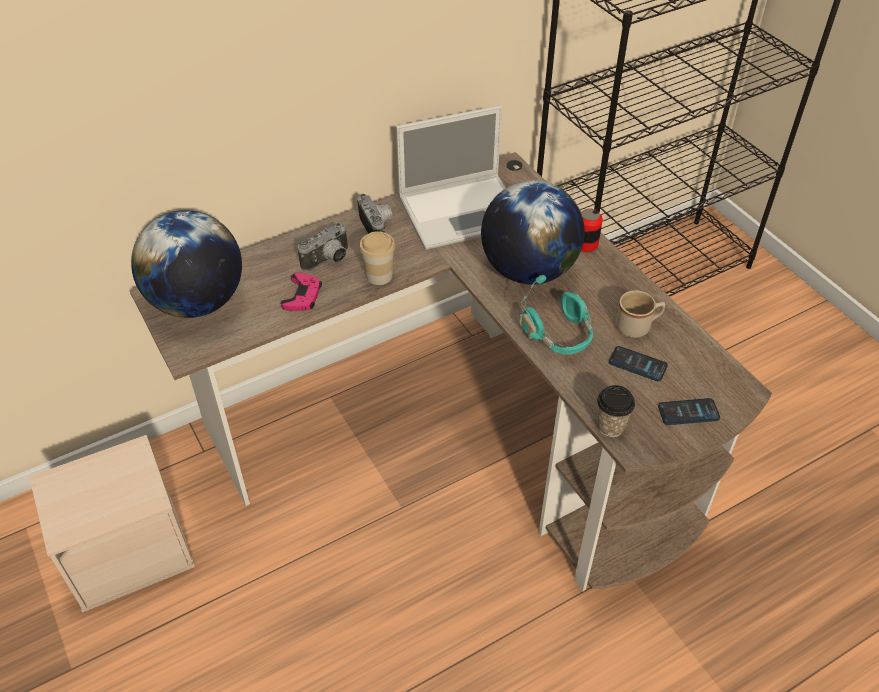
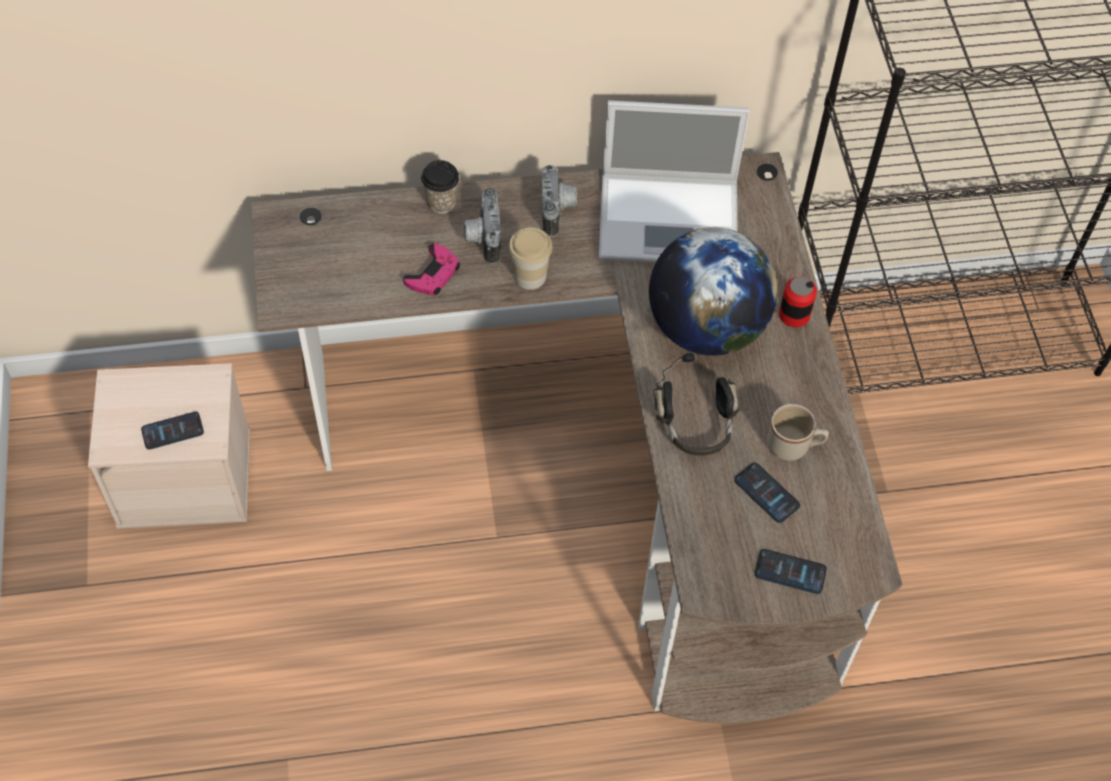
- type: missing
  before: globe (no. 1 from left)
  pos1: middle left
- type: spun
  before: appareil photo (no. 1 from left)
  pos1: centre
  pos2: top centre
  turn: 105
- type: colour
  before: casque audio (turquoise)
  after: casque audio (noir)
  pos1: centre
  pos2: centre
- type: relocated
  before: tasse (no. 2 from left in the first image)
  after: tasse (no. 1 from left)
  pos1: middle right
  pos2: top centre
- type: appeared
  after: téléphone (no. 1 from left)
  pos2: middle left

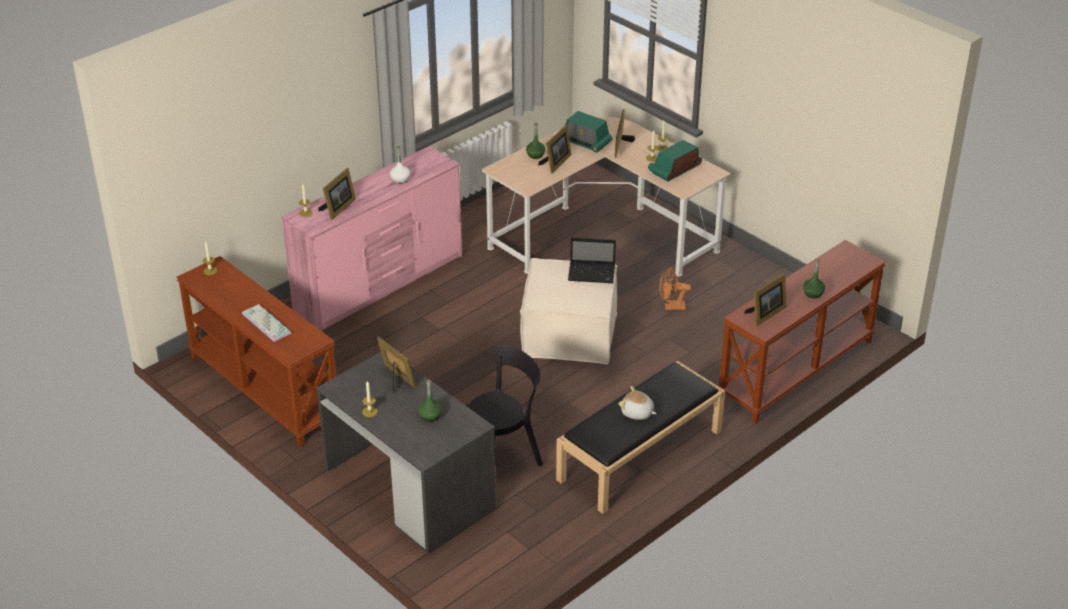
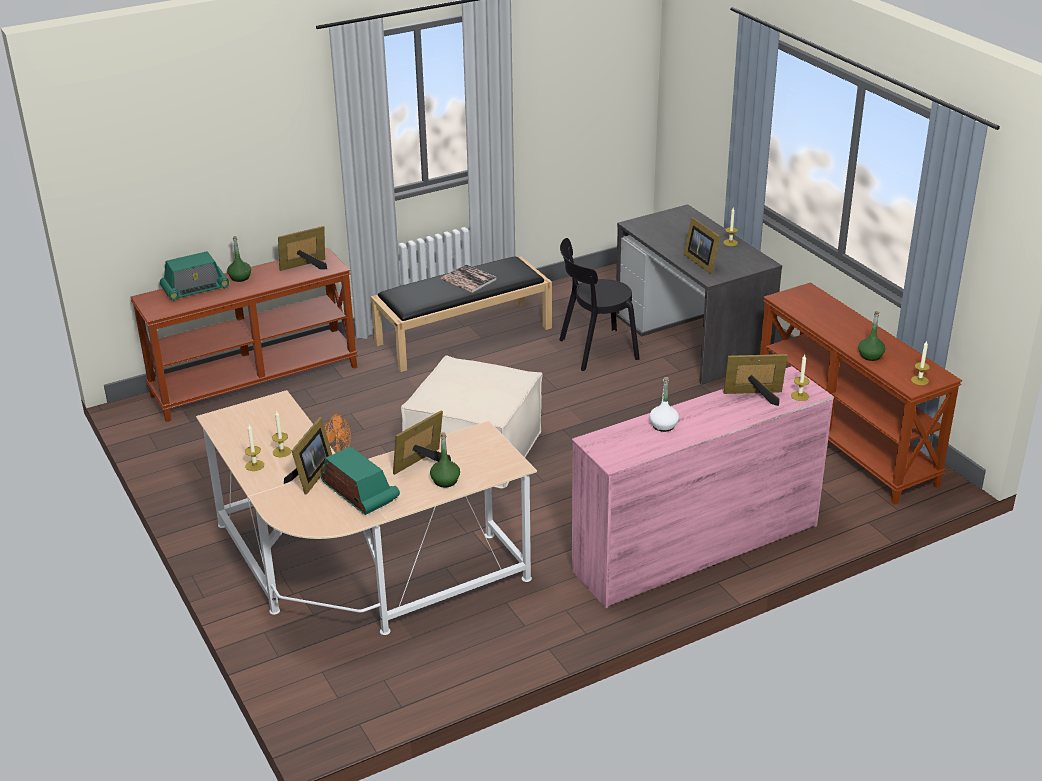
- type: missing
  before: clavier
  pos1: middle left
- type: spun
  before: cadre photo (no. 1 from left in the first image)
  pos1: top left
  pos2: middle right
  turn: 45
- type: relocated
  before: bouteille (vert) (no. 1 from left in the first image)
  after: bouteille (vert) (no. 3 from left)
  pos1: centre
  pos2: middle right
- type: missing
  before: ordinateur portable
  pos1: centre
- type: exchanged
  before: peluche
  after: livre
  pos1: centre
  pos2: centre
- type: relocated
  before: radio (no. 2 from left in the first image)
  after: radio (no. 1 from left)
  pos1: top centre
  pos2: middle left

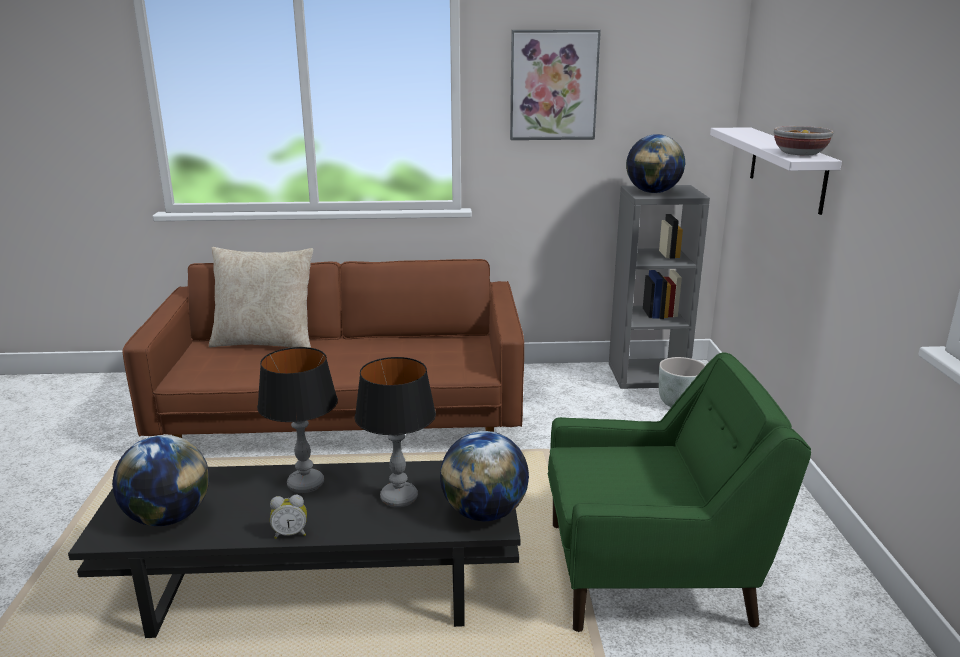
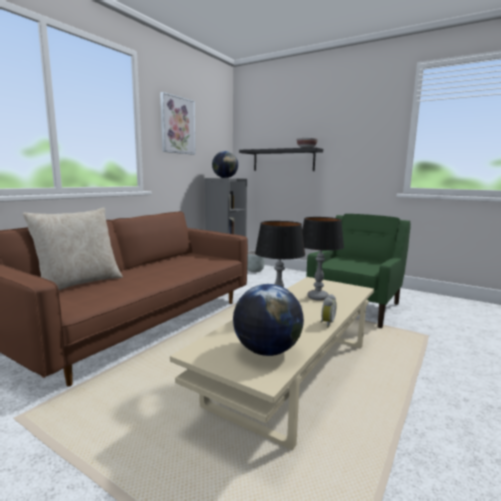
- type: colour
  before: table basse (noir)
  after: table basse (beige)
  pos1: bottom left
  pos2: bottom centre
- type: missing
  before: globe (no. 2 from left)
  pos1: bottom centre
- type: colour
  before: étagère (blanc)
  after: étagère (noir)
  pos1: top right
  pos2: top centre

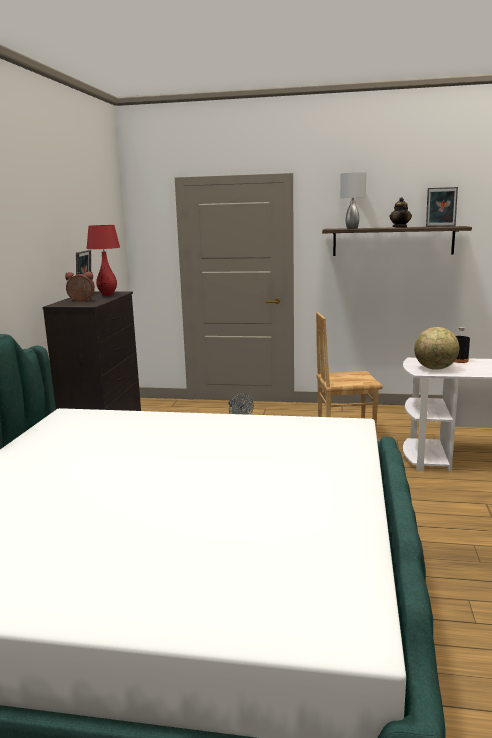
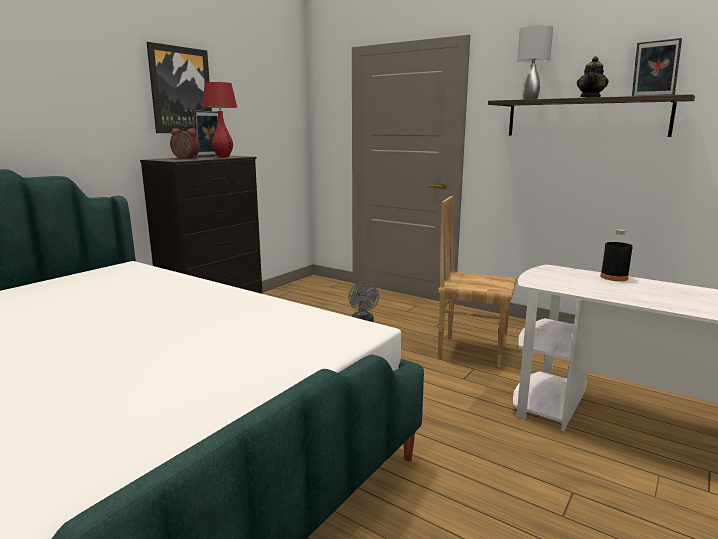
- type: missing
  before: globe
  pos1: middle right
- type: appeared
  after: tableau
  pos2: top left

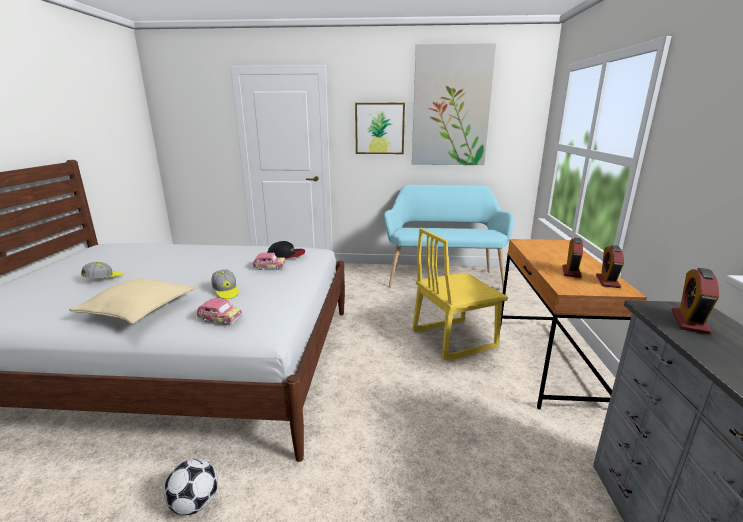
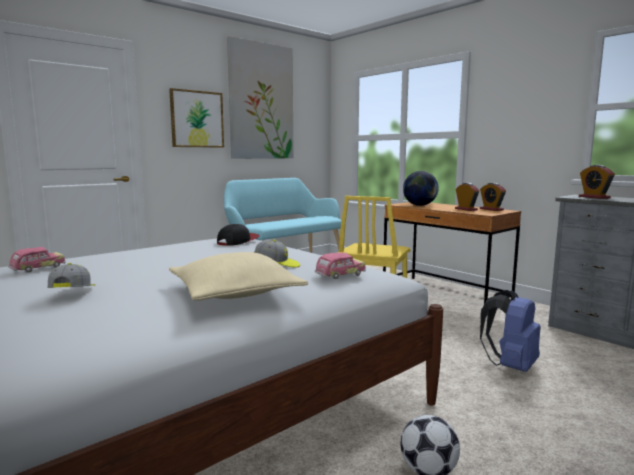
- type: relocated
  before: petite voiture (no. 2 from left in the first image)
  after: petite voiture (no. 1 from left)
  pos1: centre
  pos2: middle left
- type: appeared
  after: globe
  pos2: centre
- type: appeared
  after: sac à dos (bleu)
  pos2: bottom right

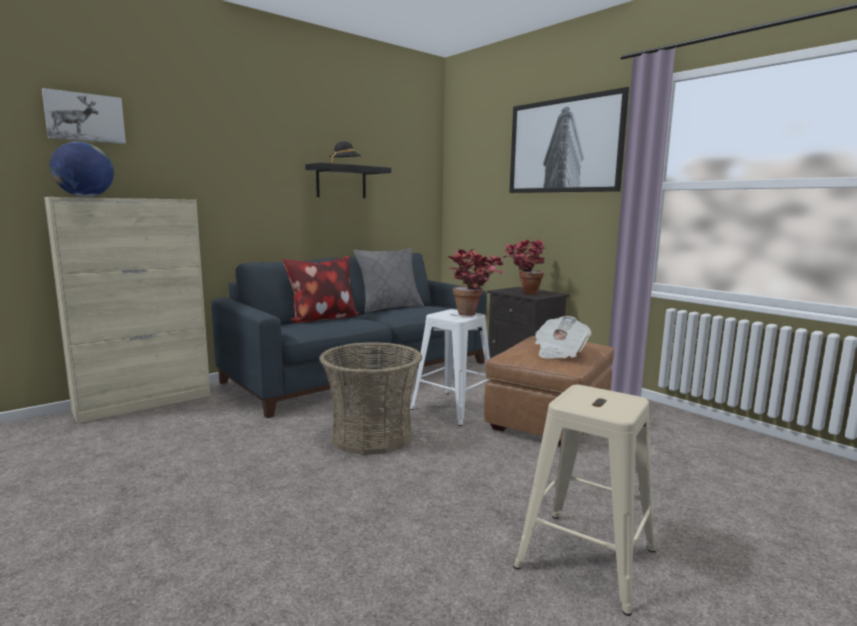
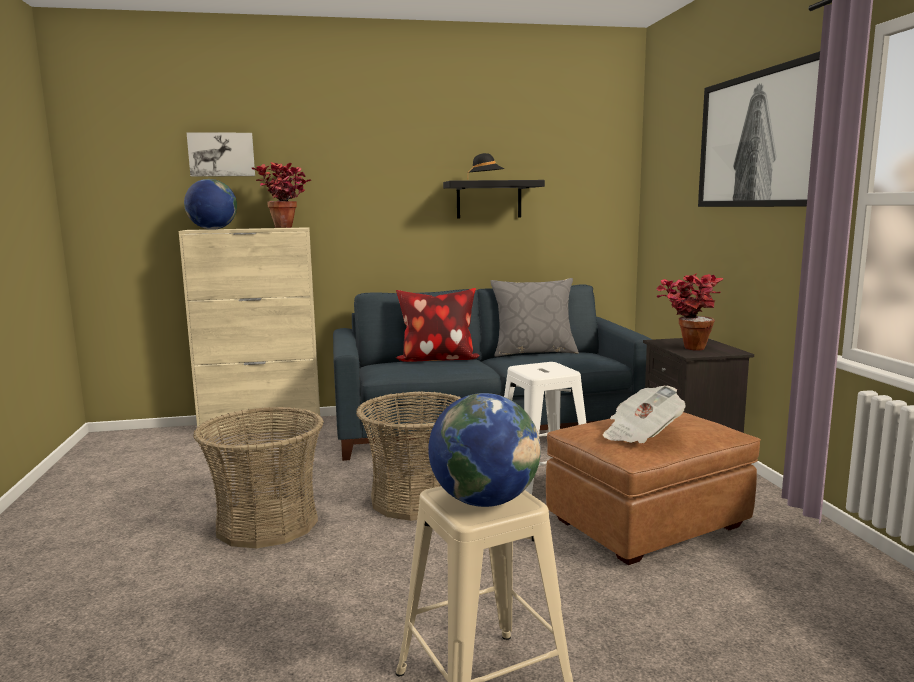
- type: relocated
  before: plante en pot (no. 1 from left)
  pos1: centre
  pos2: top left
- type: appeared
  after: panier (no. 1 from left)
  pos2: bottom left
- type: appeared
  after: globe (no. 2 from left)
  pos2: centre

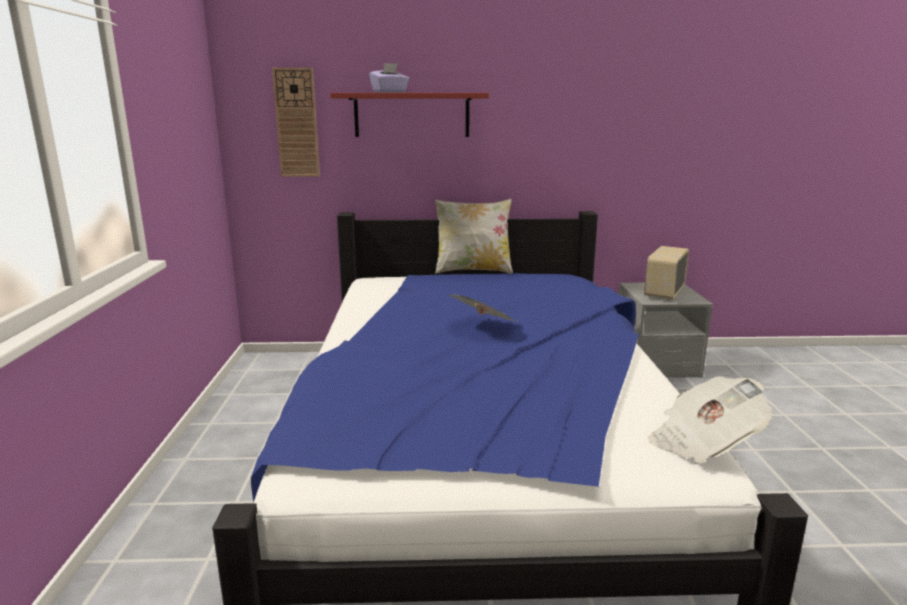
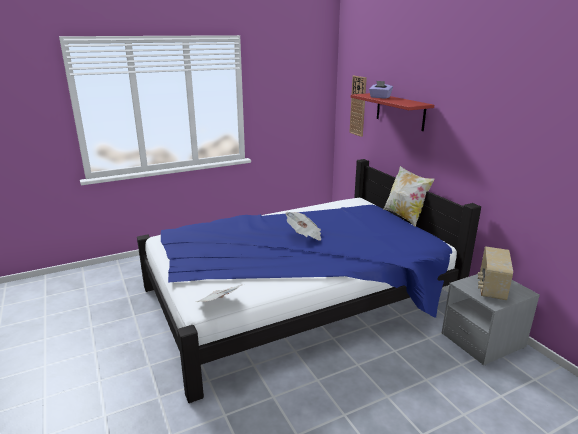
- type: spun
  before: radio
  pos1: middle right
  pos2: middle right
  turn: -75

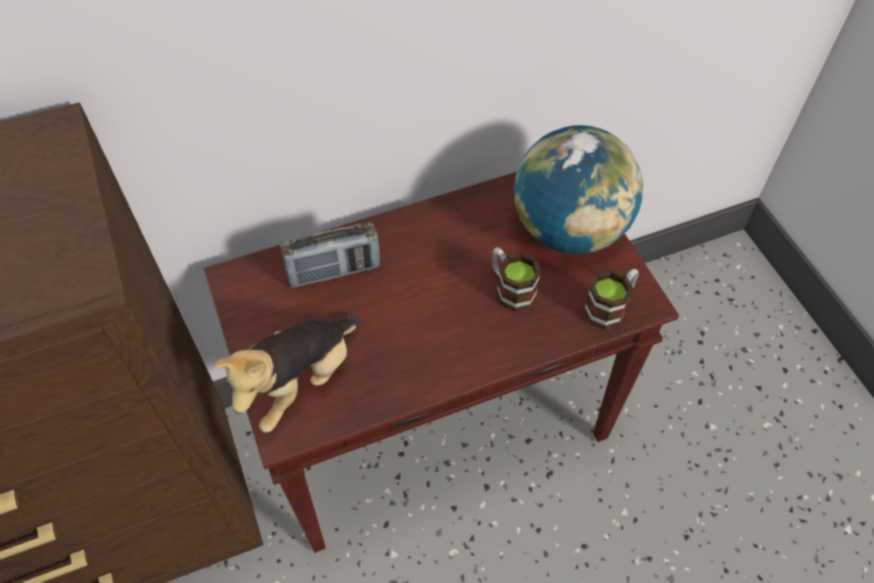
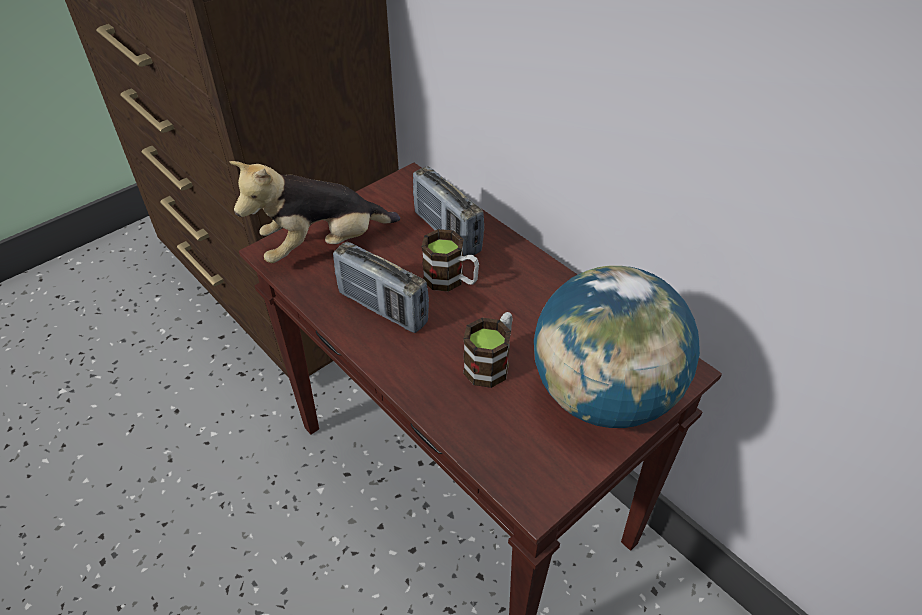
- type: spun
  before: peluche
  pos1: middle left
  pos2: centre
  turn: -45
- type: relocated
  before: mug (no. 2 from left in the first image)
  after: mug (no. 1 from left)
  pos1: middle right
  pos2: centre
- type: appeared
  after: radio (no. 1 from left)
  pos2: centre

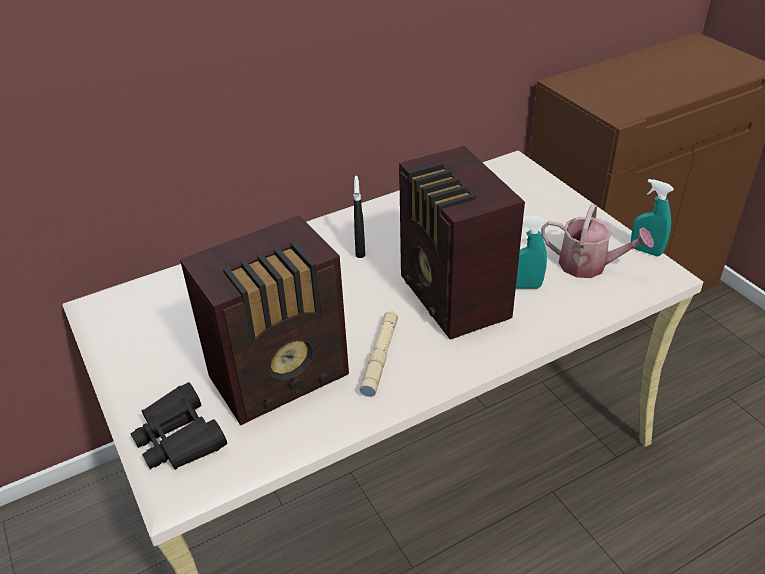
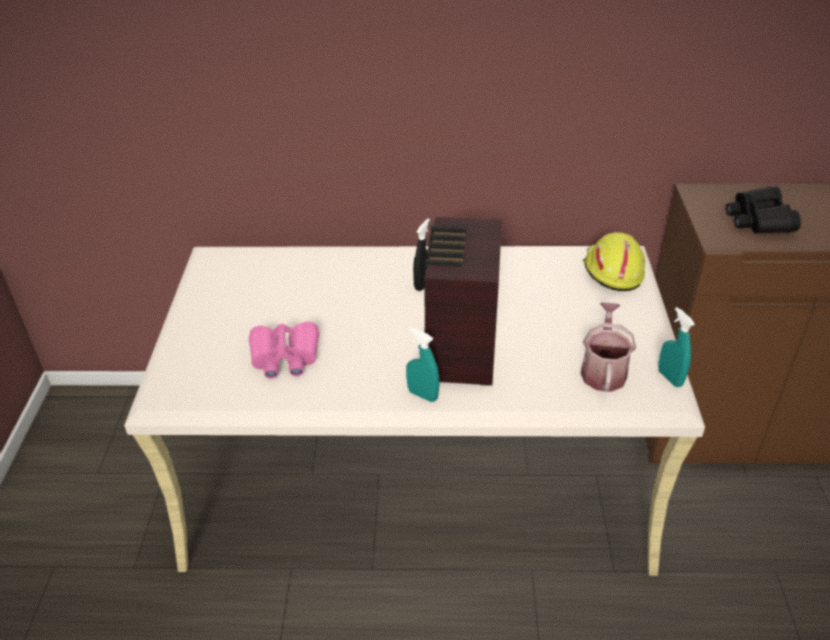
- type: relocated
  before: jumelles (noir)
  pos1: bottom left
  pos2: top right
- type: exchanged
  before: radio (no. 1 from left)
  after: jumelles (rose)
  pos1: centre
  pos2: centre
- type: missing
  before: lampe de poche (beige)
  pos1: centre
- type: relocated
  before: vaporisateur (turquoise) (no. 1 from left)
  pos1: middle right
  pos2: centre
- type: spun
  before: arrosoir
  pos1: middle right
  pos2: middle right
  turn: -135
- type: appeared
  after: casque de chantier (jaune)
  pos2: middle right

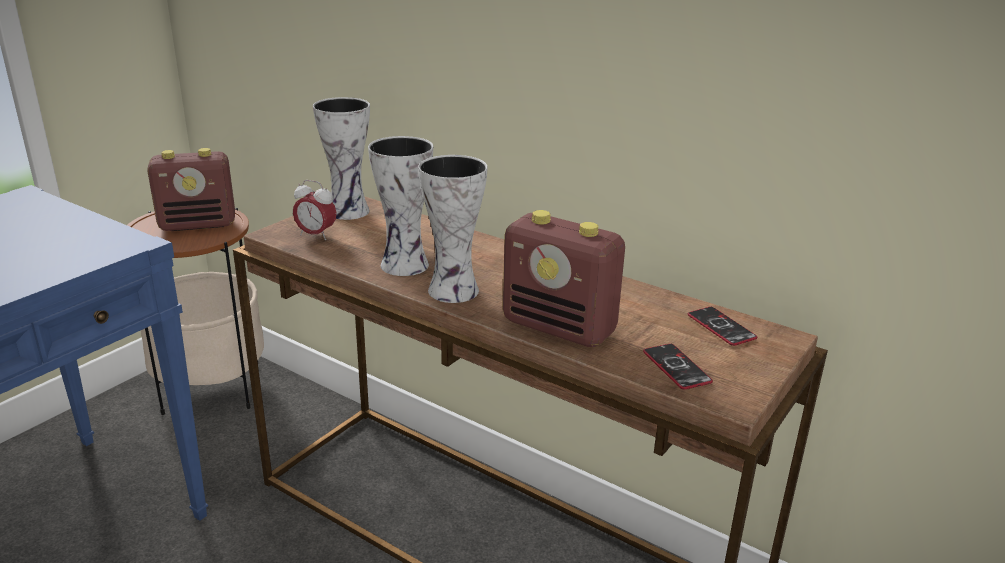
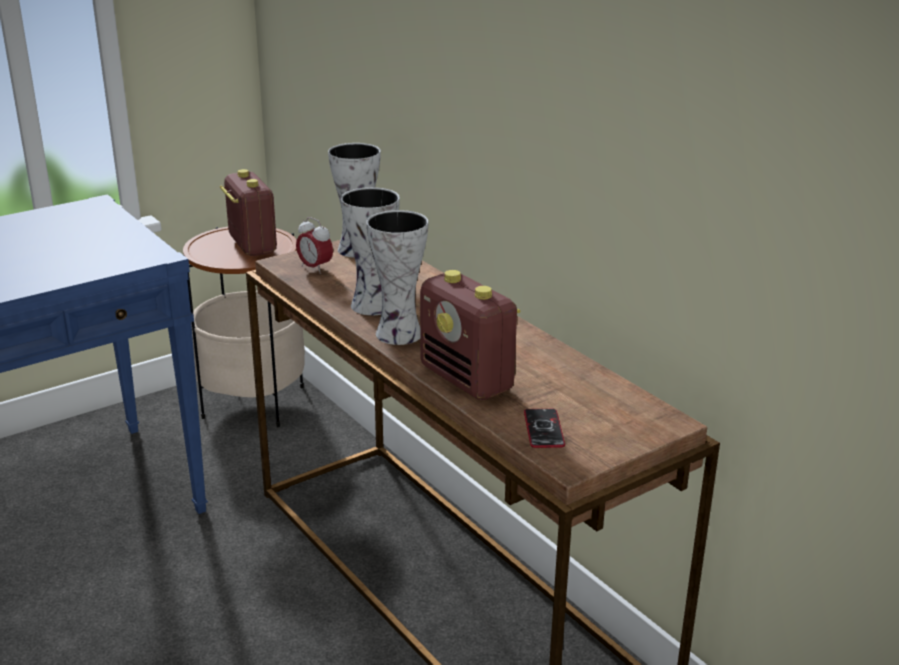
- type: spun
  before: radio (no. 1 from left)
  pos1: middle left
  pos2: top left
  turn: -120
- type: missing
  before: téléphone (no. 2 from left)
  pos1: middle right

